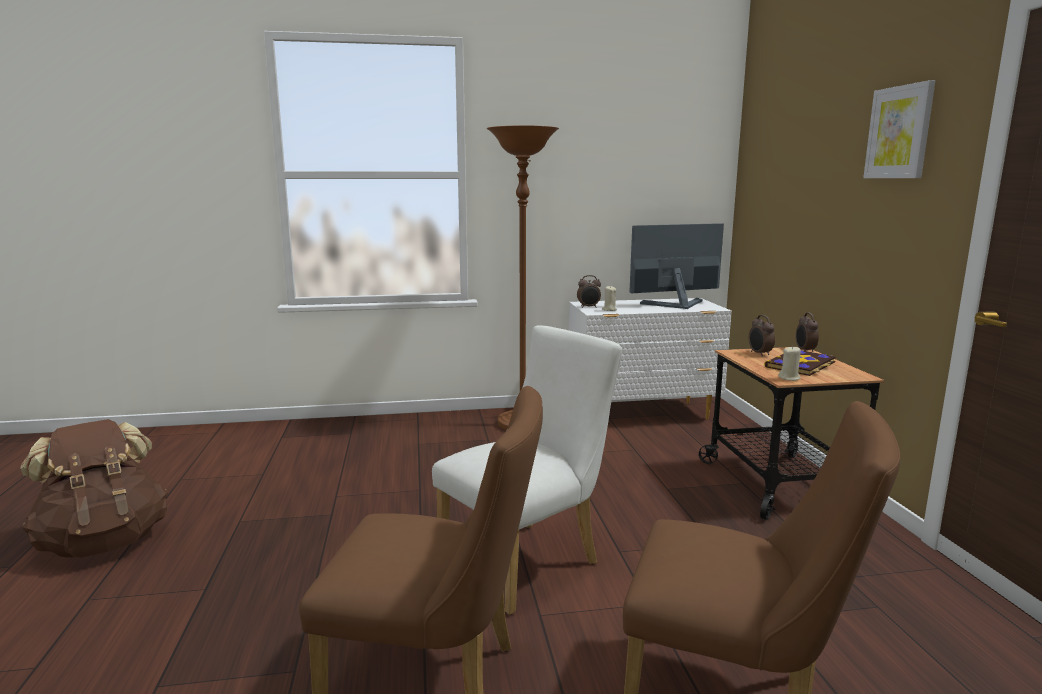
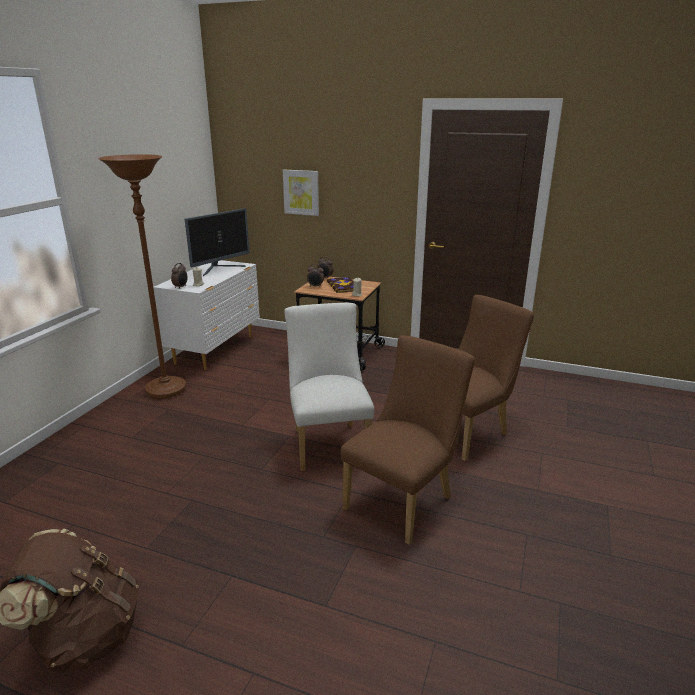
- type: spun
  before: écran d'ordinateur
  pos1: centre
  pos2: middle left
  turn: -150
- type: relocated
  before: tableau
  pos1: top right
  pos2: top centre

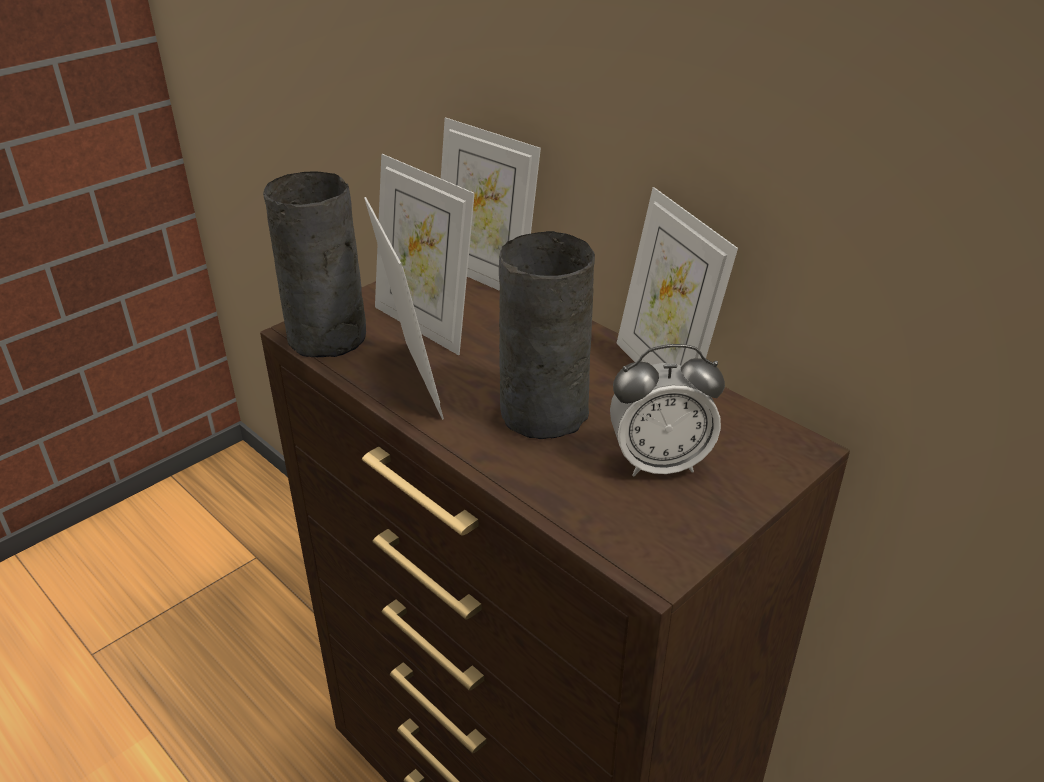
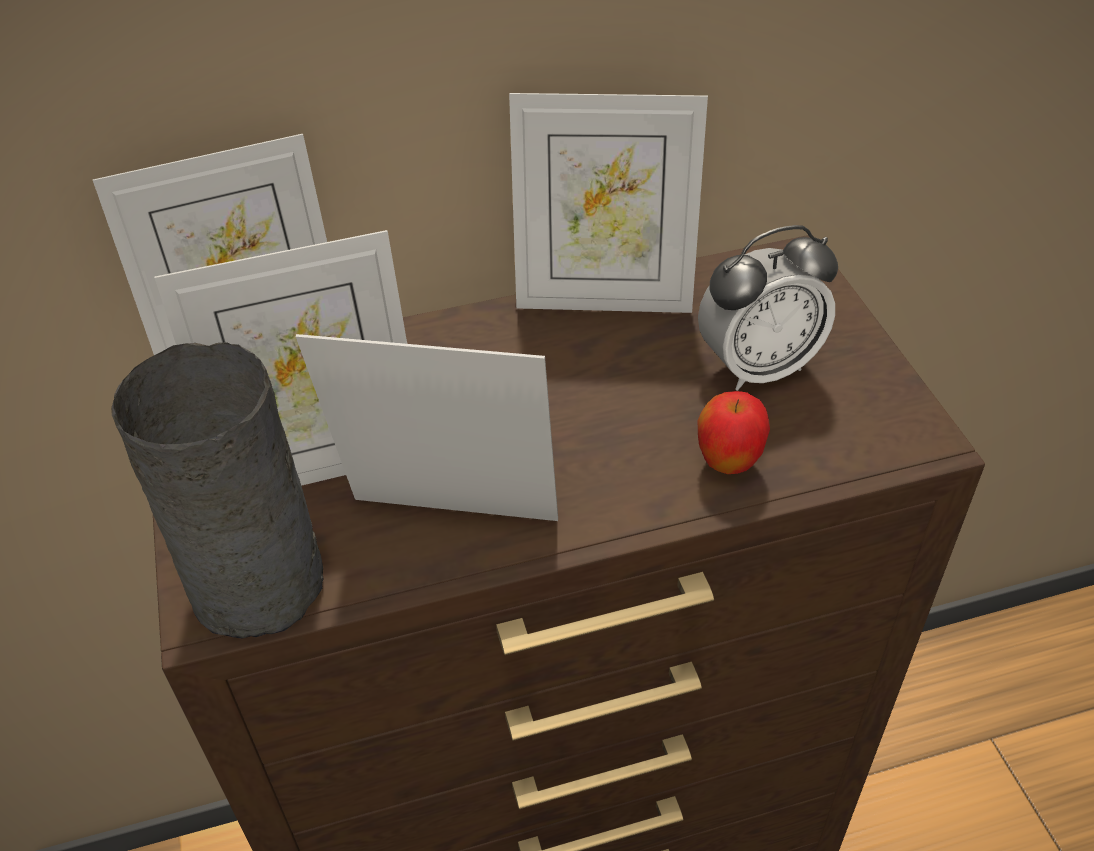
- type: missing
  before: vase (gris) (no. 2 from left)
  pos1: centre
- type: spun
  before: réveil
  pos1: centre
  pos2: middle right
  turn: 45
- type: appeared
  after: pomme
  pos2: middle right

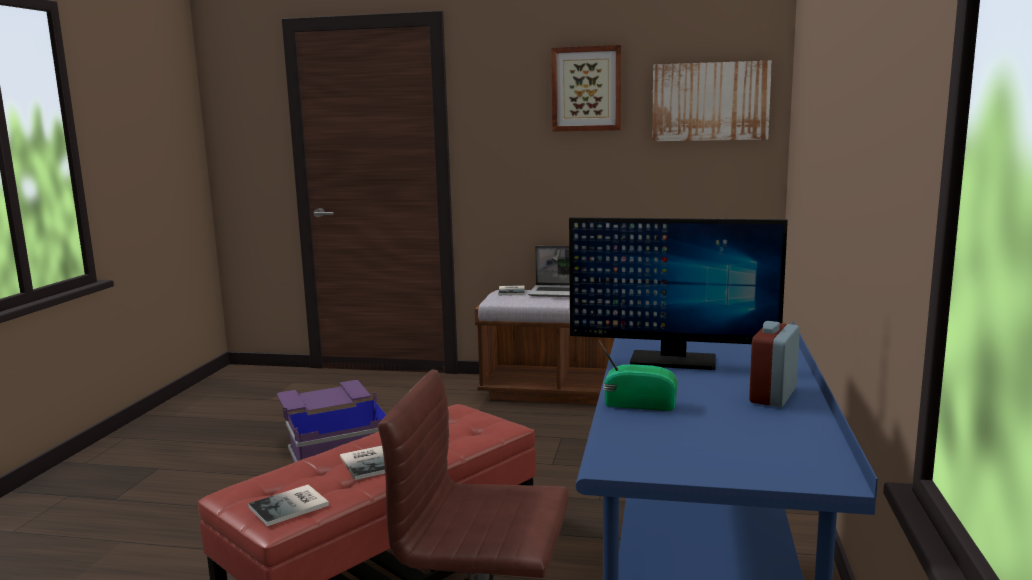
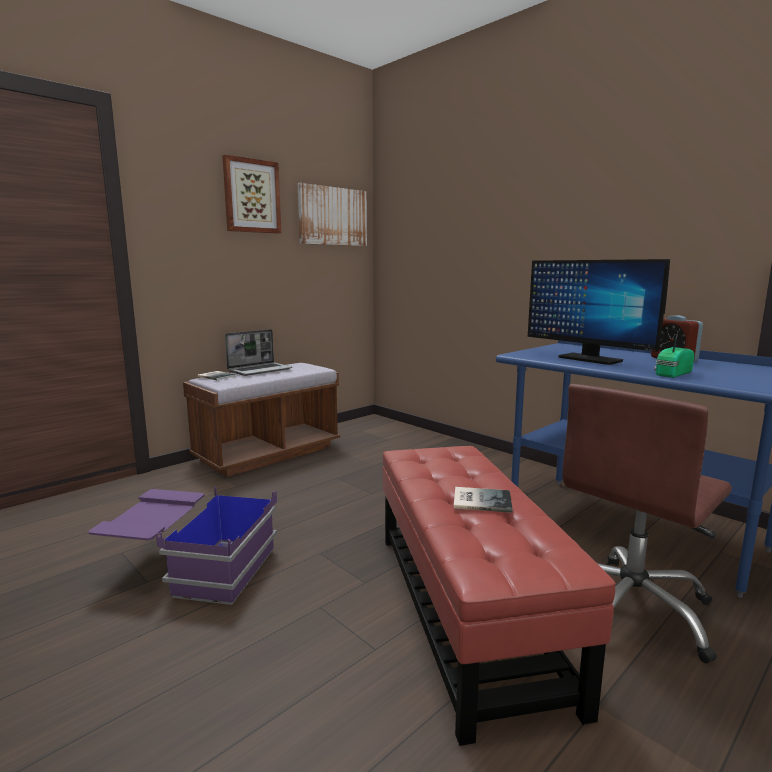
- type: missing
  before: livre (no. 1 from left)
  pos1: bottom left
- type: spun
  before: écran d'ordinateur
  pos1: centre
  pos2: middle right
  turn: 90

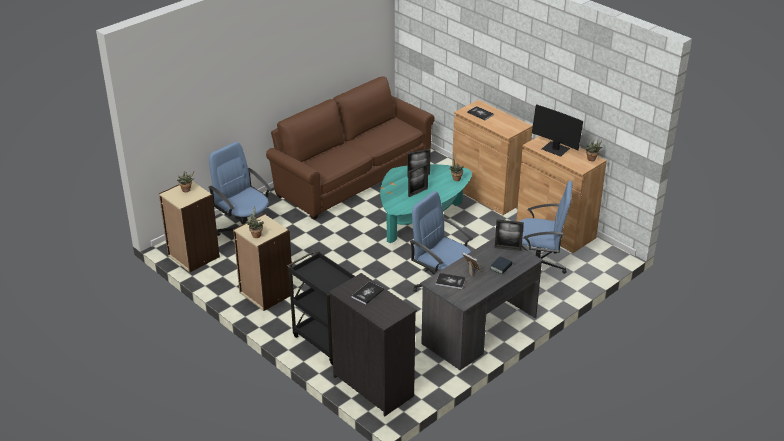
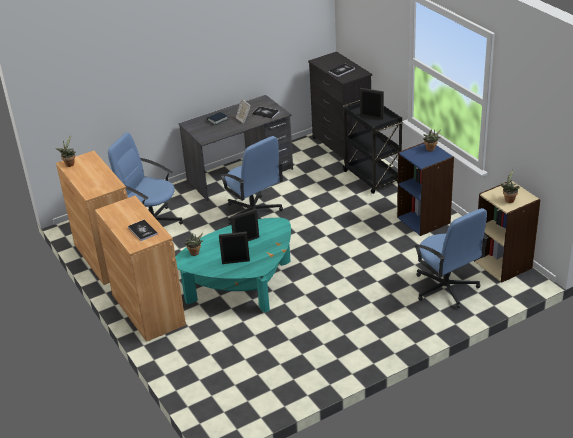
- type: colour
  before: bibliothèque (beige) (no. 2 from left)
  after: bibliothèque (bleu)
  pos1: centre
  pos2: middle right
- type: missing
  before: canapé (marron)
  pos1: centre
- type: relocated
  before: cadre photo (no. 4 from left)
  pos1: centre
  pos2: top centre
- type: missing
  before: écran d'ordinateur
  pos1: top right

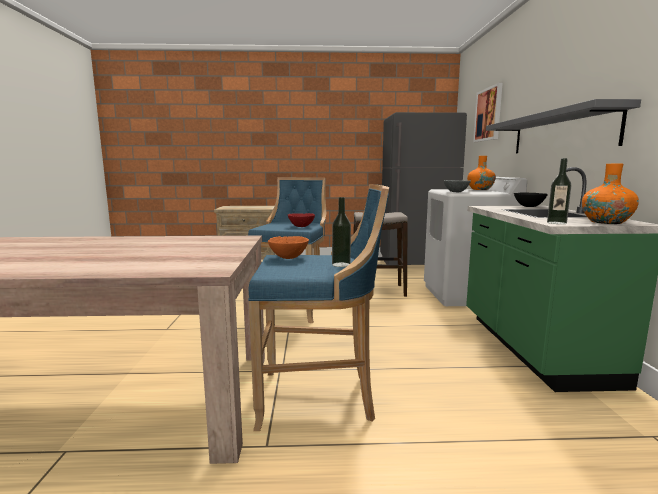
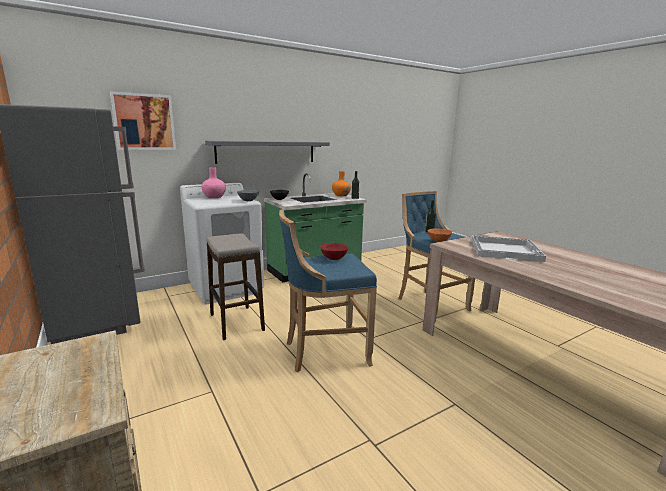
- type: colour
  before: vase (orange) (no. 1 from left)
  after: vase (rose)
  pos1: middle right
  pos2: middle left
- type: appeared
  after: plateau (blanc)
  pos2: middle right

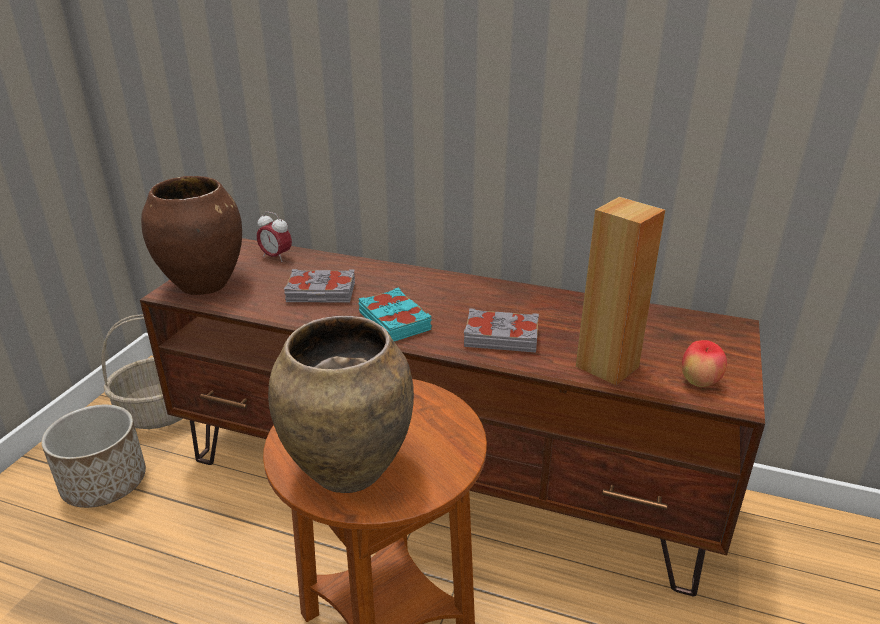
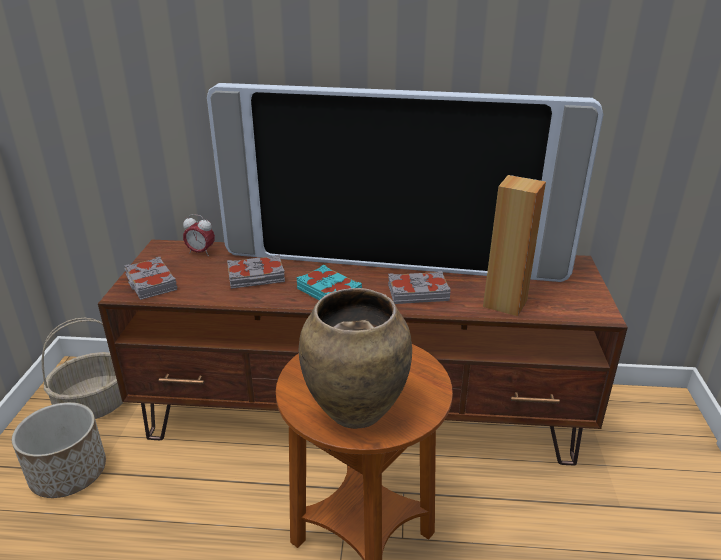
- type: exchanged
  before: vase (marron) (no. 1 from left)
  after: livre (gris) (no. 1 from left)
  pos1: middle left
  pos2: middle left
- type: missing
  before: pomme
  pos1: middle right
- type: appeared
  after: téléviseur
  pos2: top centre

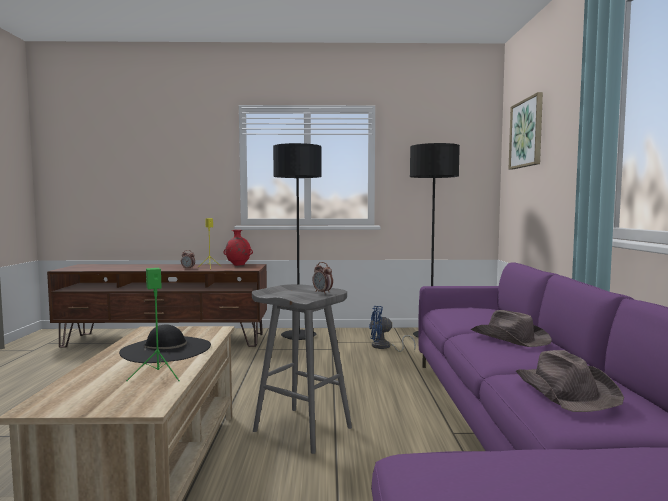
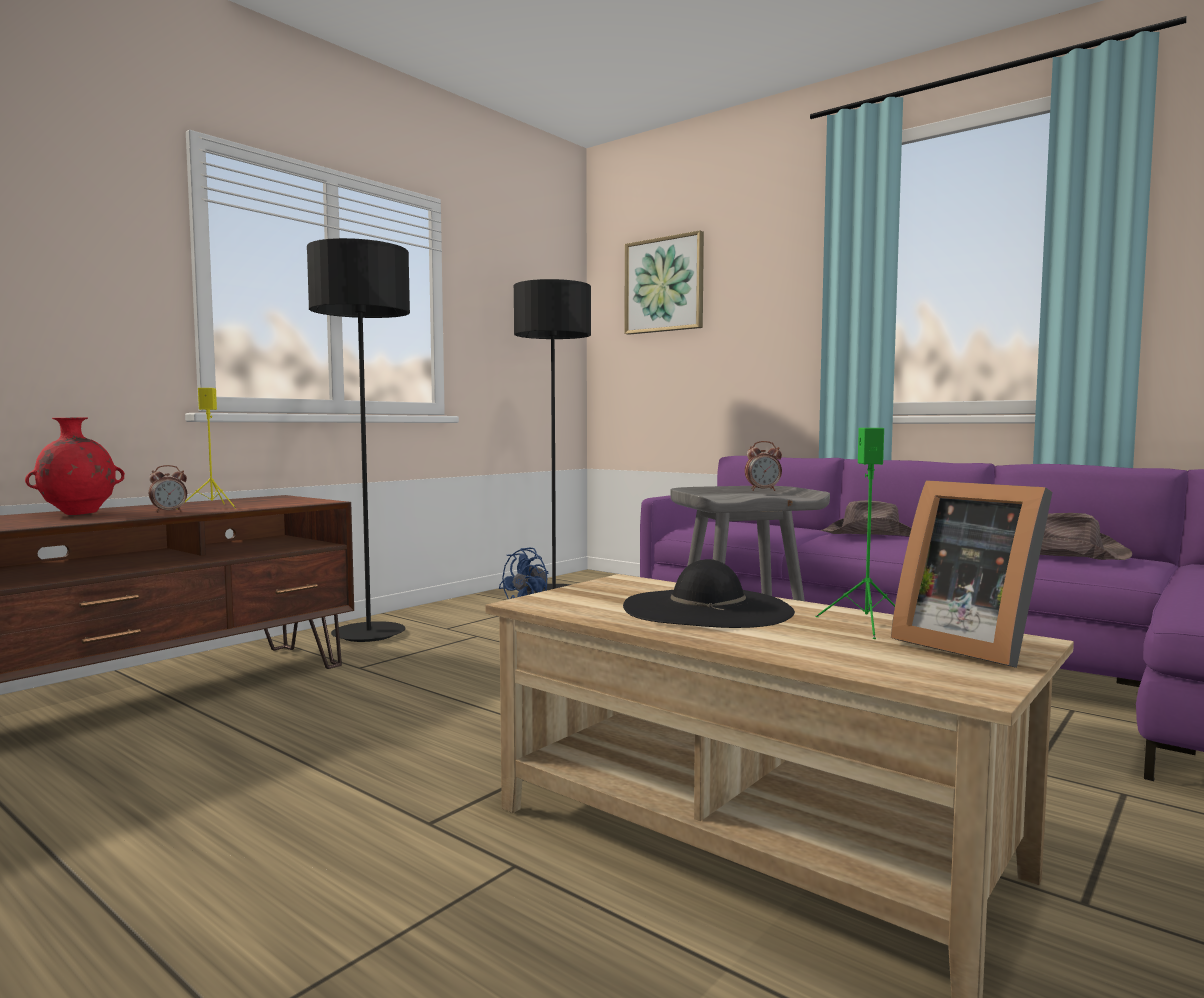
- type: relocated
  before: vase (rouge)
  pos1: centre
  pos2: middle left
- type: appeared
  after: cadre photo
  pos2: middle right

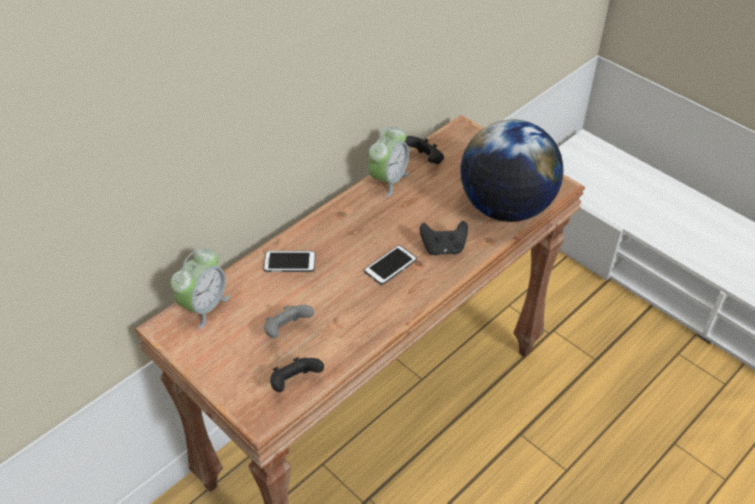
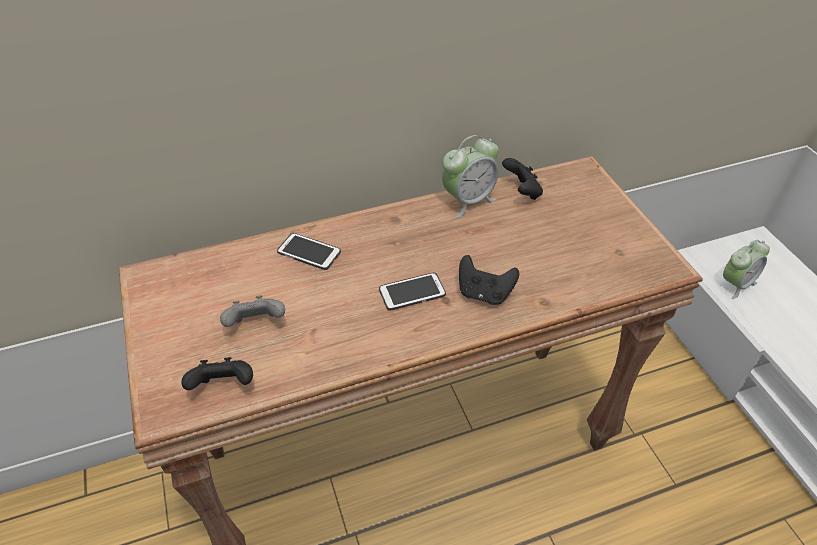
- type: relocated
  before: réveil (no. 1 from left in the first image)
  after: réveil (no. 2 from left)
  pos1: middle left
  pos2: middle right
- type: missing
  before: globe
  pos1: middle right

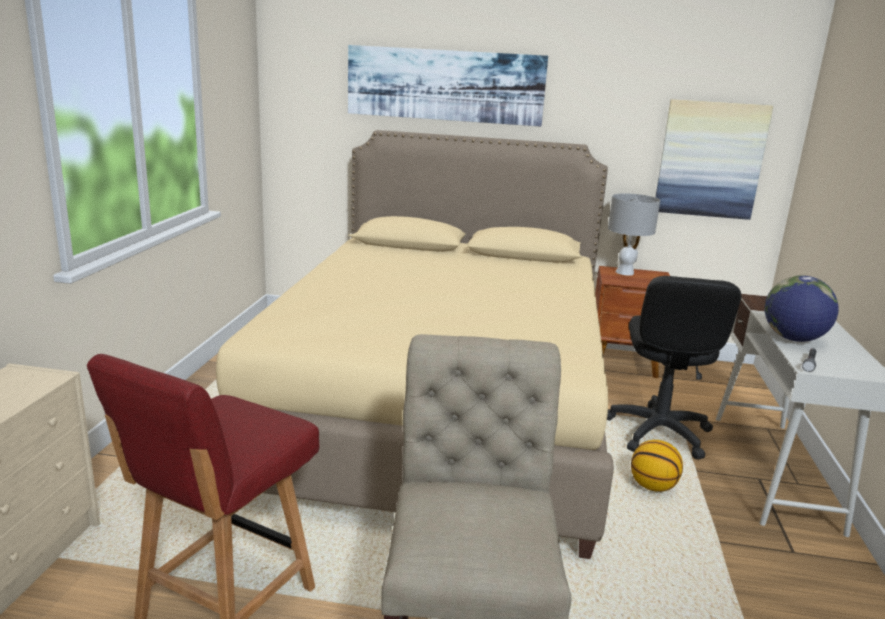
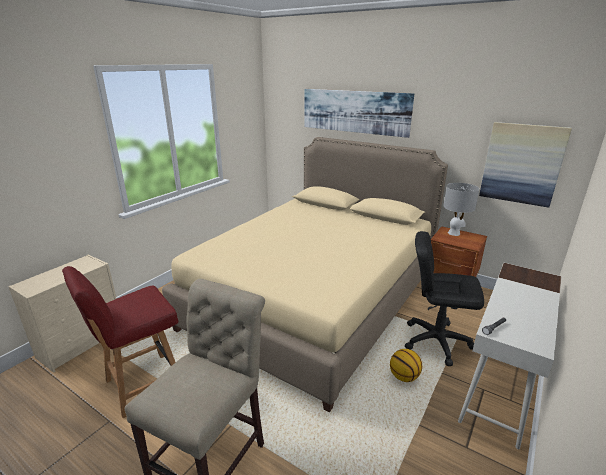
- type: spun
  before: chaise de bureau (noir)
  pos1: middle right
  pos2: middle right
  turn: 75
- type: missing
  before: globe
  pos1: middle right

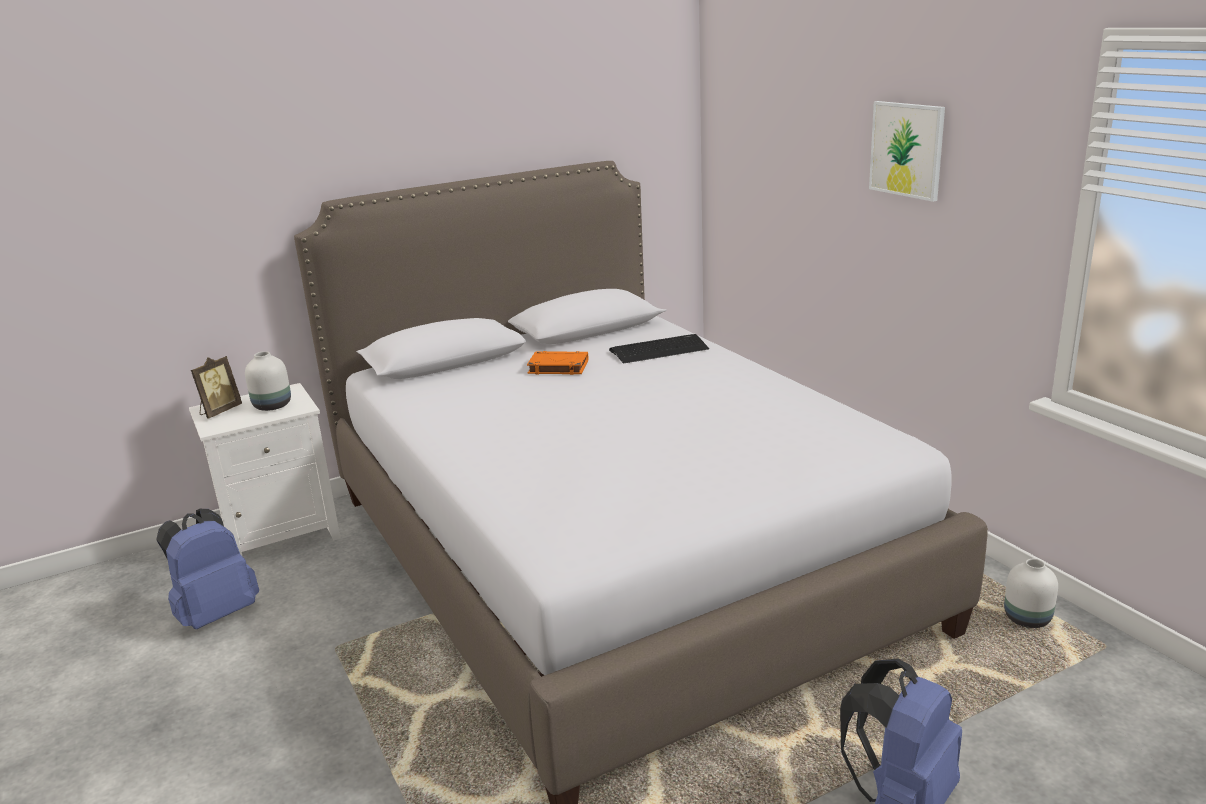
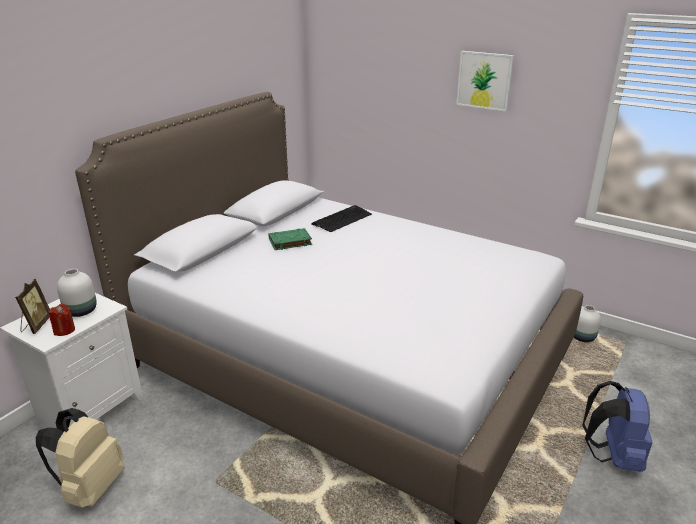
- type: colour
  before: sac à dos (bleu) (no. 1 from left)
  after: sac à dos (beige)
  pos1: bottom left
  pos2: bottom left
- type: colour
  before: livre (orange)
  after: livre (vert)
  pos1: centre
  pos2: centre
- type: appeared
  after: bougie (rouge)
  pos2: middle left

